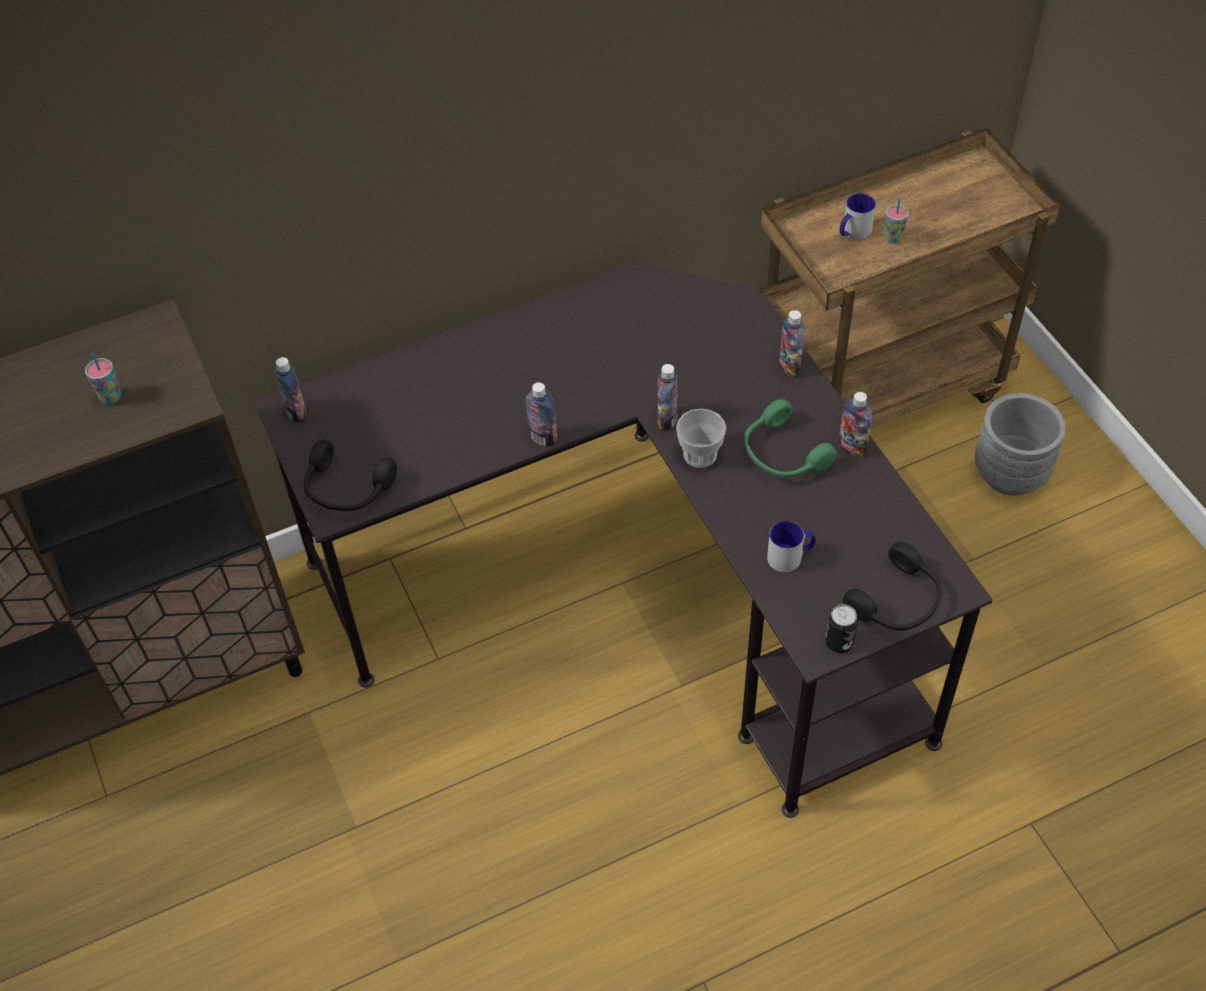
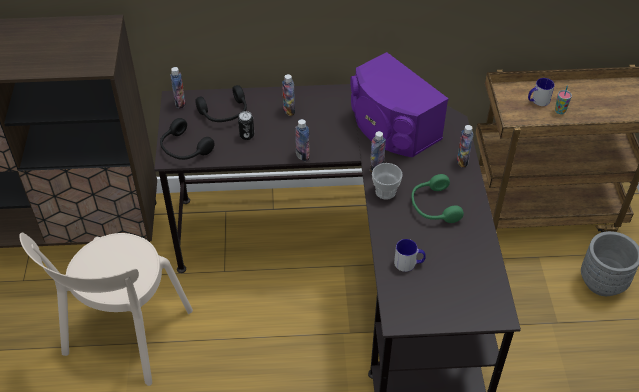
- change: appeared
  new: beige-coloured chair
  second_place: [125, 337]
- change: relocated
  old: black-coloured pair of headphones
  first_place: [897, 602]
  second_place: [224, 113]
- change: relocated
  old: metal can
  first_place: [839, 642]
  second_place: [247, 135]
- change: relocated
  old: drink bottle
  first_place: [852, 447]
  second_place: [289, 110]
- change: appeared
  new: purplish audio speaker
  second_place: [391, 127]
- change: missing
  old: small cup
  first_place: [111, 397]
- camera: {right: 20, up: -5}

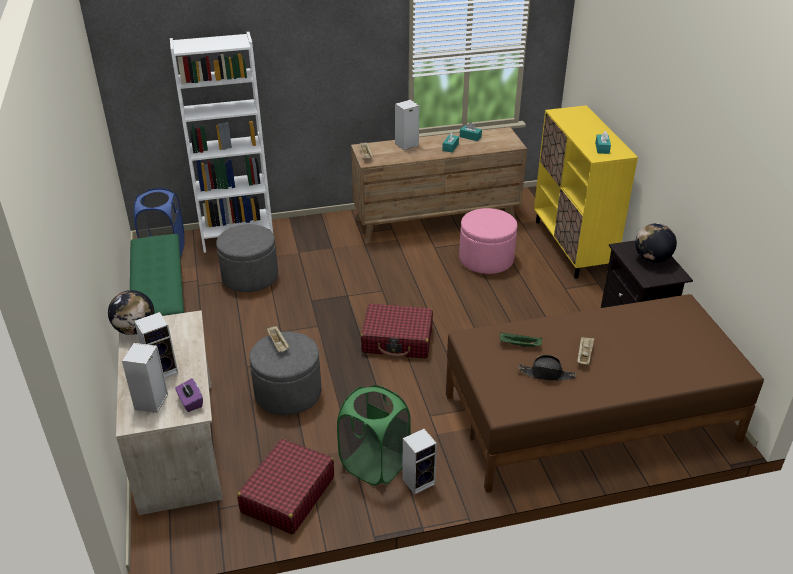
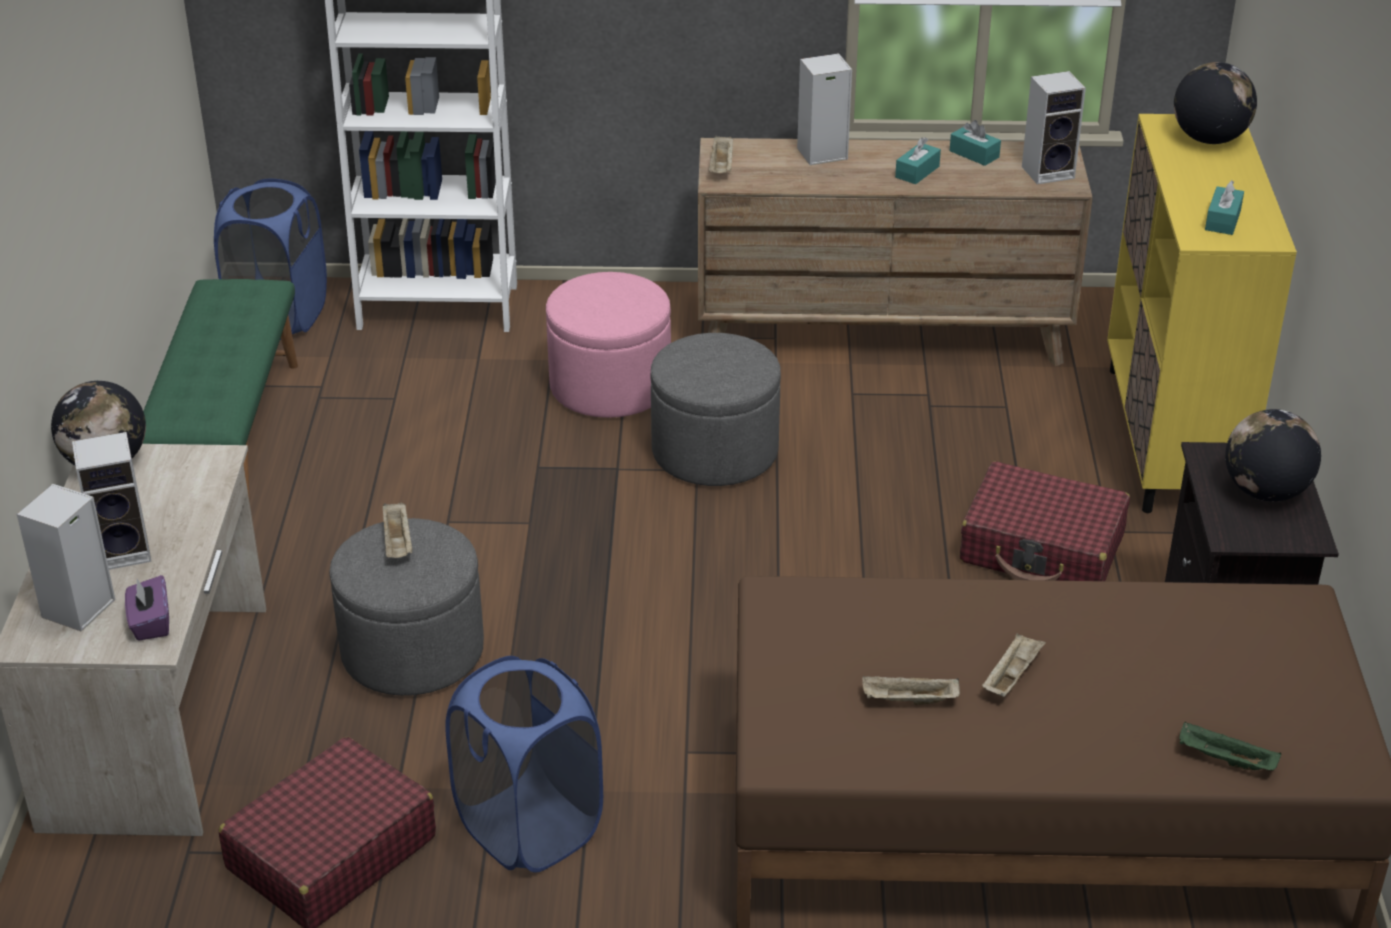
- change: colour
  old: green-coloured laundry basket
  new: blue laundry basket
  first_place: [374, 464]
  second_place: [528, 828]
- change: relocated
  old: pink-coloured footrest
  first_place: [486, 259]
  second_place: [610, 386]
- change: relocated
  old: grey footrest
  first_place: [250, 277]
  second_place: [715, 451]
- change: exchanged
  old: black-coloured clothing hat
  new: beige-coloured serving tray
  first_place: [546, 374]
  second_place: [908, 701]
- change: relocated
  old: red-coloured travel case
  first_place: [397, 340]
  second_place: [1042, 549]
- change: relocated
  old: audio speaker
  first_place: [419, 481]
  second_place: [1049, 171]
- change: appeared
  new: globe
  second_place: [1209, 139]
- change: relocated
  old: green-coloured serving tray
  first_place: [519, 345]
  second_place: [1224, 760]
- camera: {right: 15, up: 0}

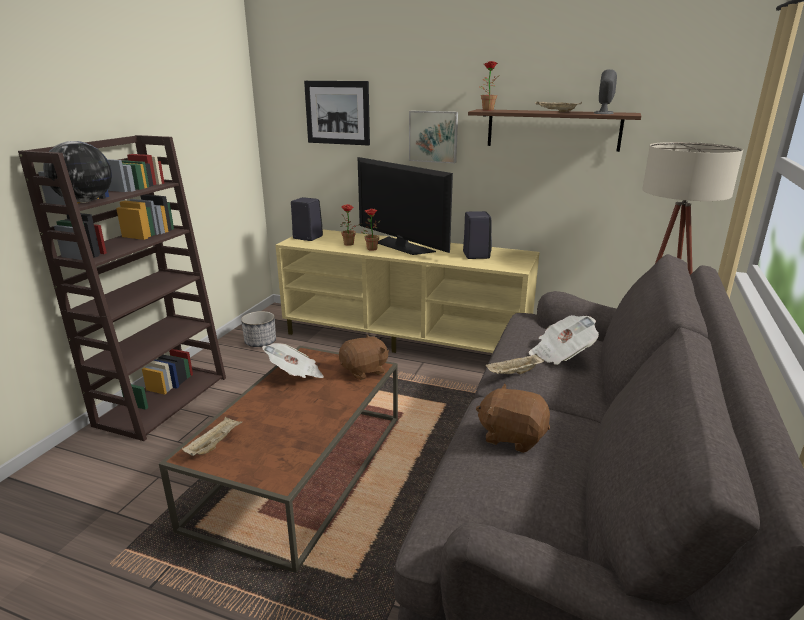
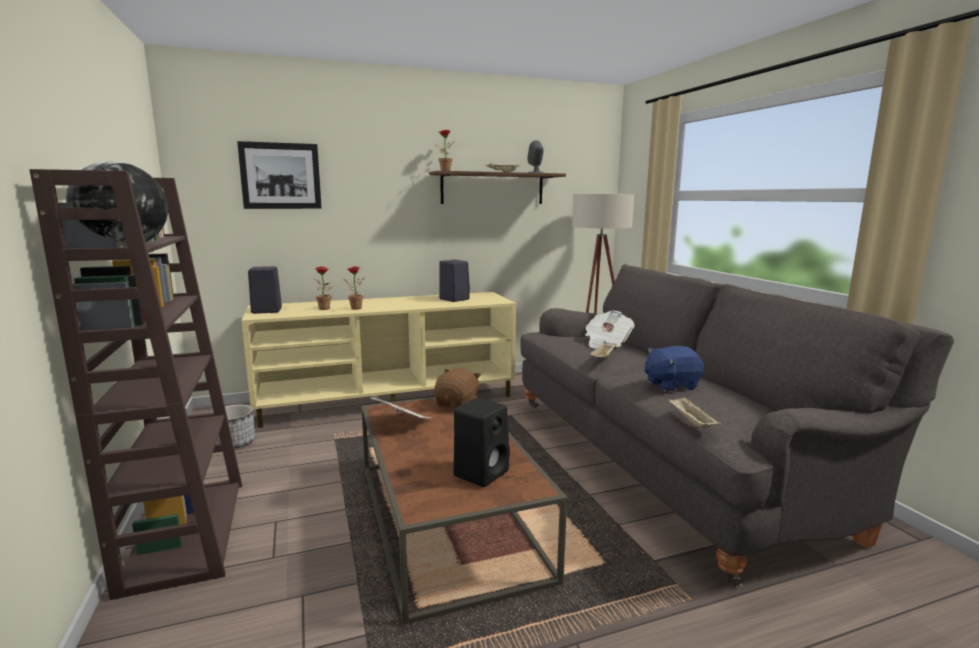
- change: appeared
  new: black-coloured audio speaker
  second_place: [482, 472]
- change: colour
  old: brown cuddly toy
  new: blue cuddly toy
  first_place: [512, 436]
  second_place: [670, 385]
- change: relocated
  old: beige-coloured serving tray
  first_place: [214, 444]
  second_place: [690, 422]
- change: missing
  old: television
  first_place: [402, 246]
- change: missing
  old: picture
  first_place: [433, 136]
- camera: {right: -40, up: -10}

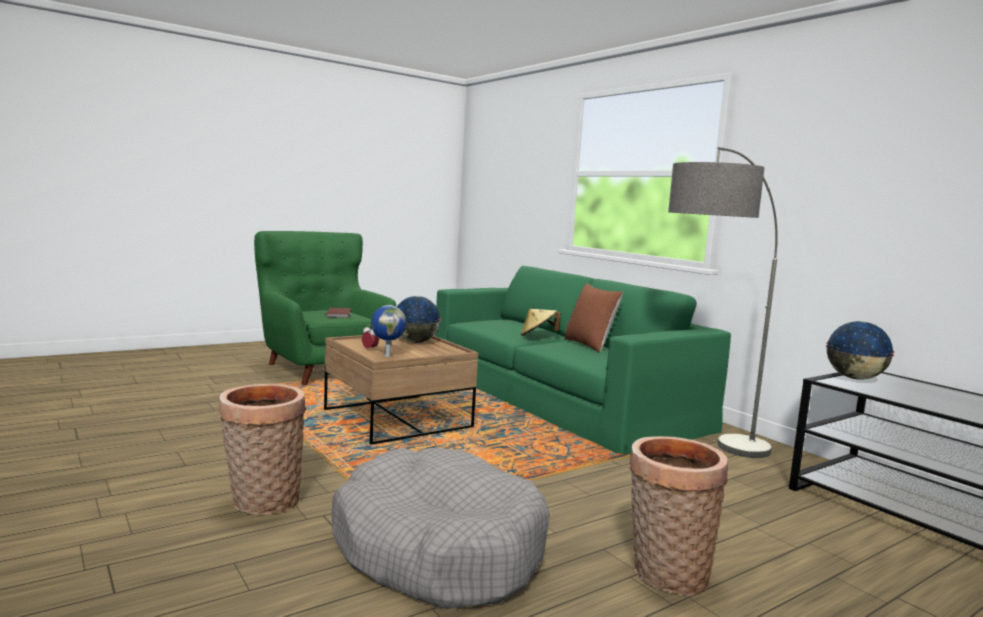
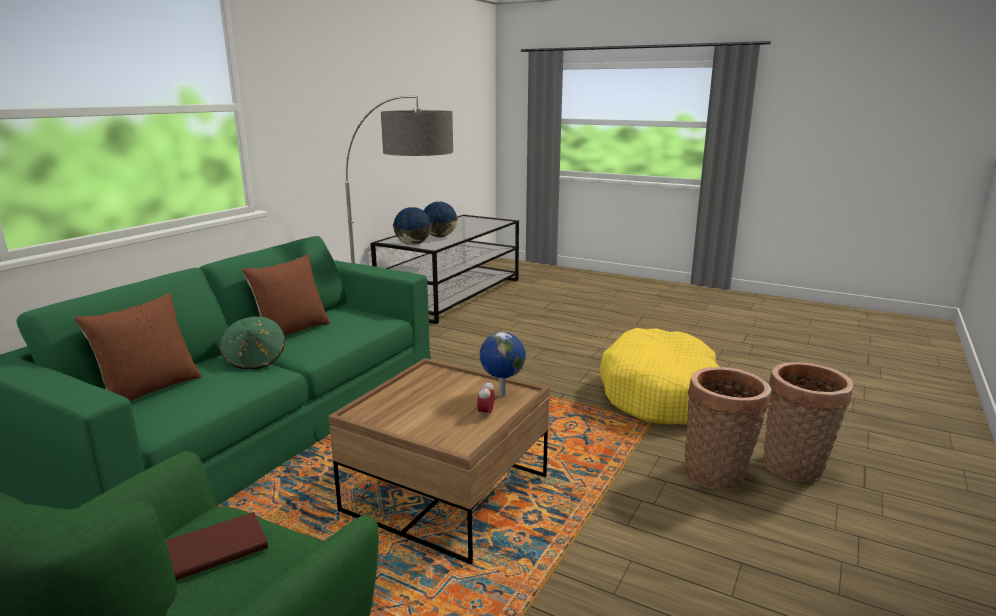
- change: appeared
  new: brown throw pillow
  second_place: [149, 390]
- change: colour
  old: beige-coloured clothing hat
  new: green-coloured clothing hat
  first_place: [538, 336]
  second_place: [255, 360]
- change: relocated
  old: globe
  first_place: [415, 342]
  second_place: [439, 237]
- change: colour
  old: grey dog cushion
  new: yellow-coloured dog cushion
  first_place: [437, 549]
  second_place: [661, 394]
- change: relocated
  old: storage basket
  first_place: [665, 575]
  second_place: [796, 468]
- camera: {right: -115, up: 10}

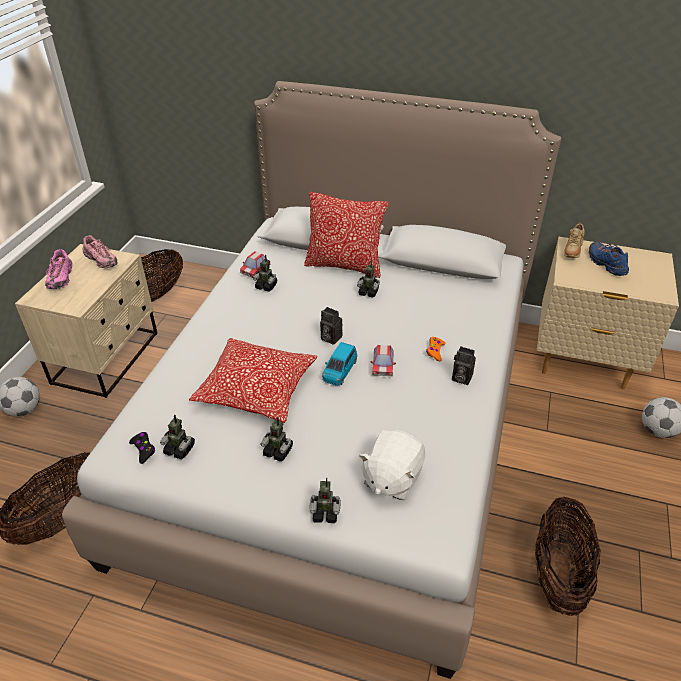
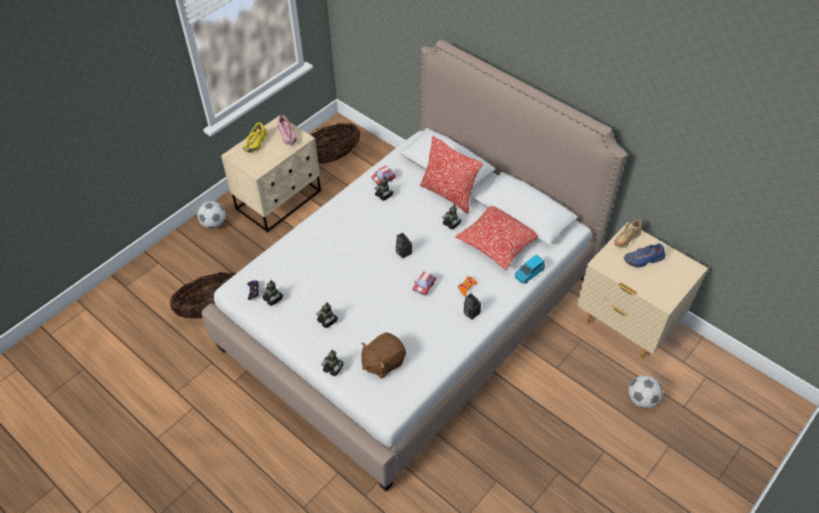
- change: colour
  old: pink-coloured shoe
  new: yellow-coloured shoe
  first_place: [61, 278]
  second_place: [256, 143]
- change: colour
  old: white cuddly toy
  new: brown cuddly toy
  first_place: [391, 478]
  second_place: [383, 362]
- change: relocated
  old: throw pillow
  first_place: [256, 390]
  second_place: [498, 242]
- change: relocated
  old: blue model car
  first_place: [339, 371]
  second_place: [529, 273]
- change: spun
  old: blue shoe
  first_place: [606, 264]
  second_place: [643, 260]
  degrees: -105
- change: missing
  old: storage basket
  first_place: [558, 574]
- camera: {right: 25, up: 10}

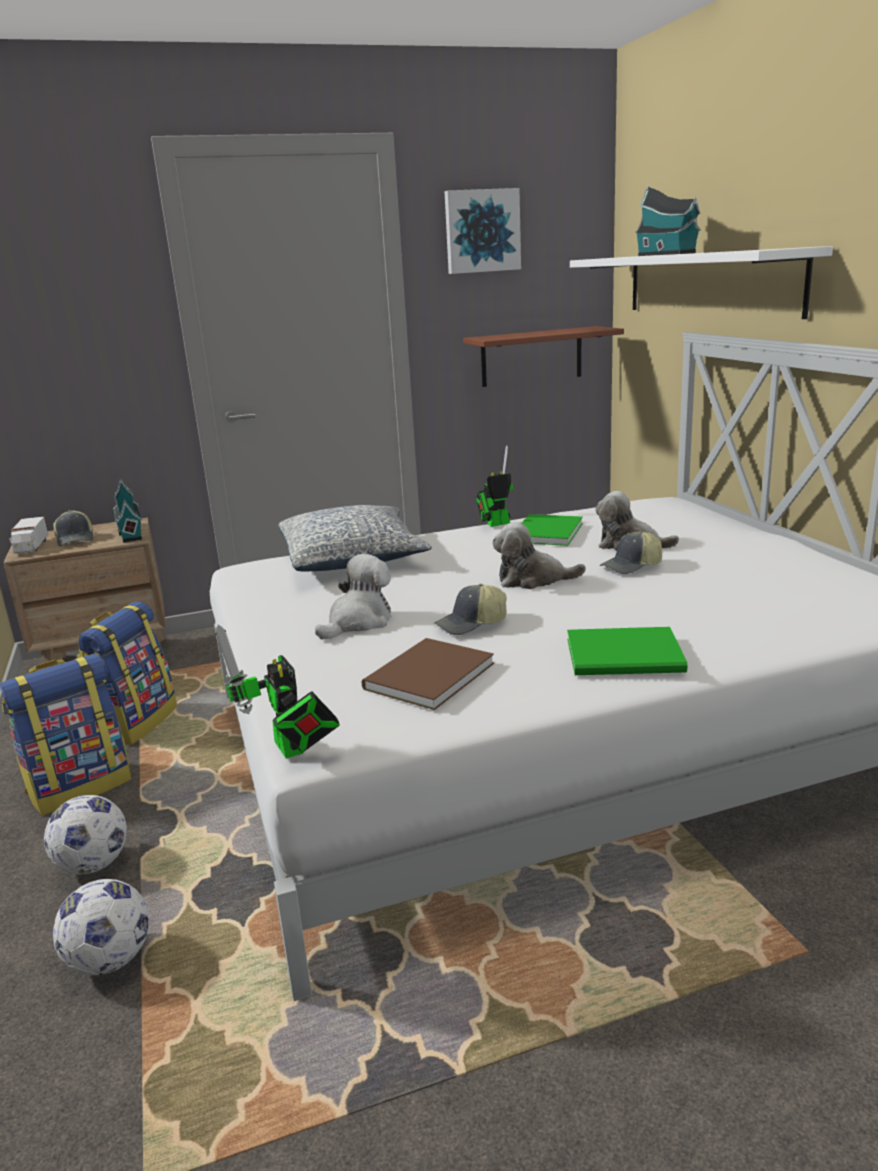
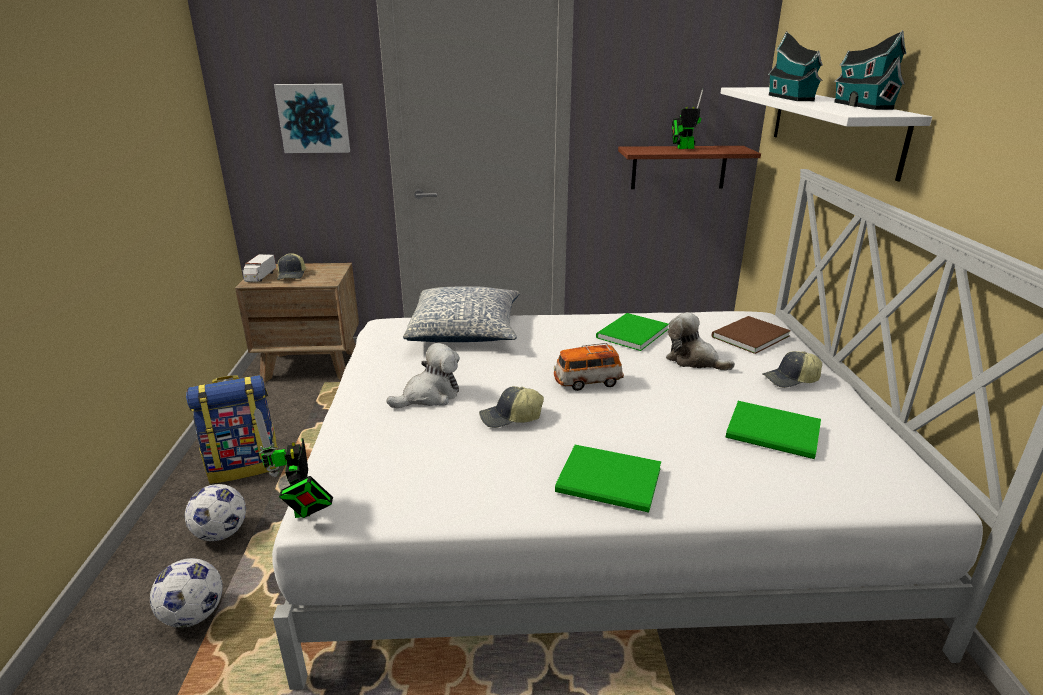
- change: relocated
  old: picture
  first_place: [482, 231]
  second_place: [314, 118]
- change: exchanged
  old: cuddly toy
  new: model car
  first_place: [533, 580]
  second_place: [587, 382]
- change: relocated
  old: toy robot
  first_place: [495, 524]
  second_place: [683, 148]
- change: relocated
  old: brown book
  first_place: [425, 677]
  second_place: [747, 336]
- change: appeared
  new: green-coloured book
  second_place: [775, 434]
- change: relocated
  old: cap
  first_place: [632, 567]
  second_place: [791, 380]
- change: relocated
  old: miniature house
  first_place: [130, 531]
  second_place: [860, 105]
- change: missing
  old: rucksack
  first_place: [136, 723]
- camera: {right: 15, up: 5}

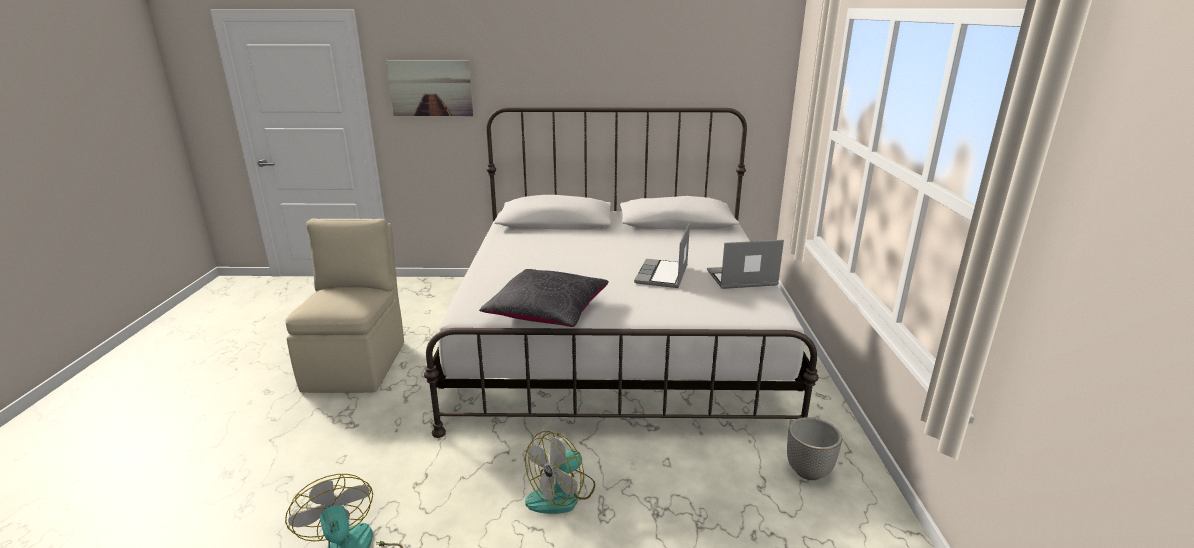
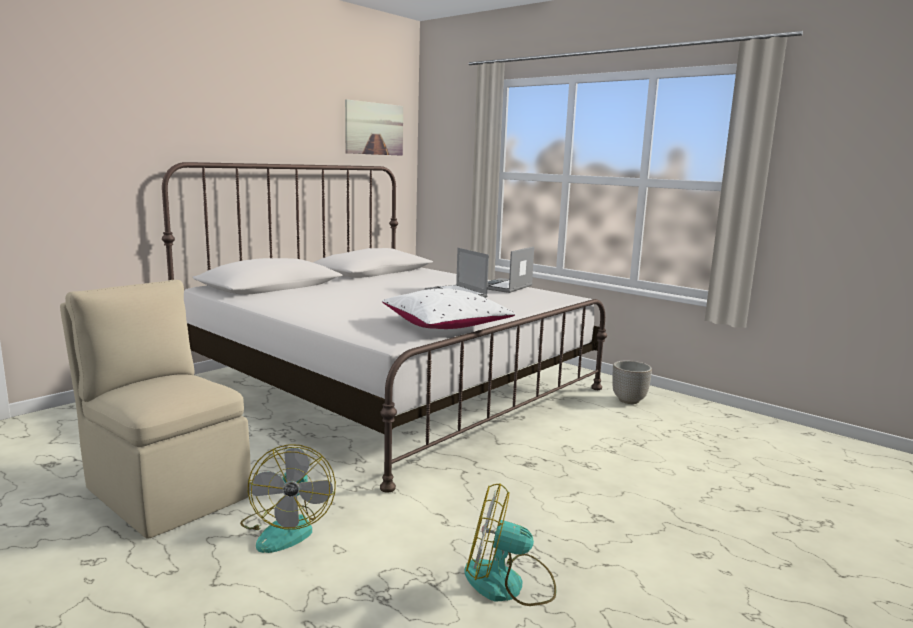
- change: relocated
  old: fan
  first_place: [562, 494]
  second_place: [286, 528]
- change: relocated
  old: picture
  first_place: [431, 88]
  second_place: [374, 128]
- change: colour
  old: black-coloured throw pillow
  new: white throw pillow
  first_place: [547, 311]
  second_place: [445, 325]
- camera: {right: -50, up: -10}

